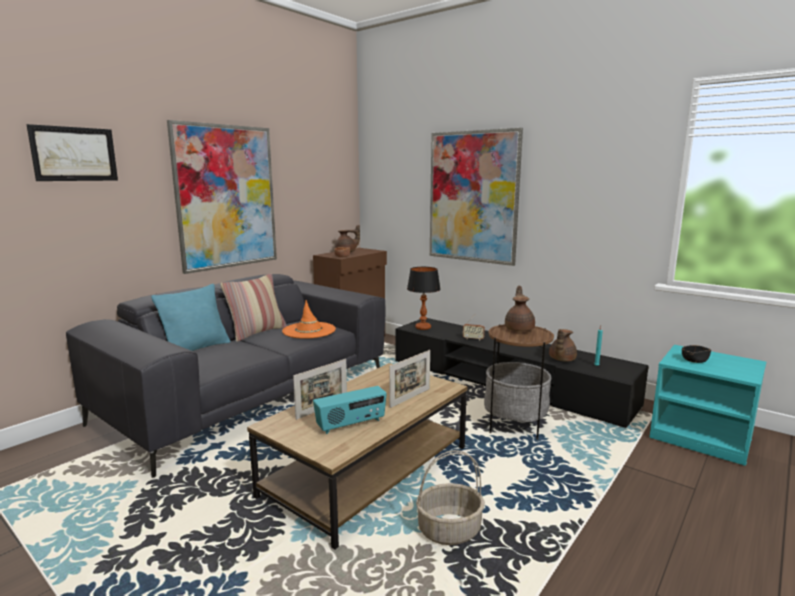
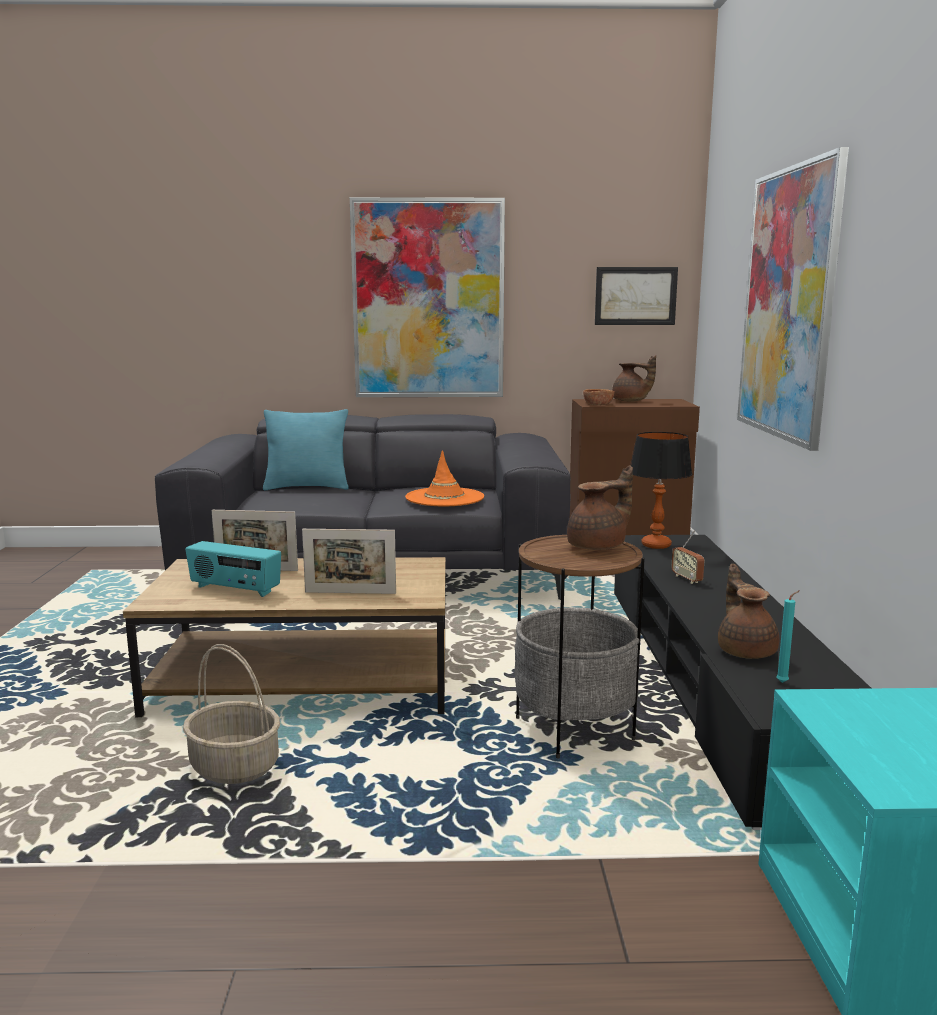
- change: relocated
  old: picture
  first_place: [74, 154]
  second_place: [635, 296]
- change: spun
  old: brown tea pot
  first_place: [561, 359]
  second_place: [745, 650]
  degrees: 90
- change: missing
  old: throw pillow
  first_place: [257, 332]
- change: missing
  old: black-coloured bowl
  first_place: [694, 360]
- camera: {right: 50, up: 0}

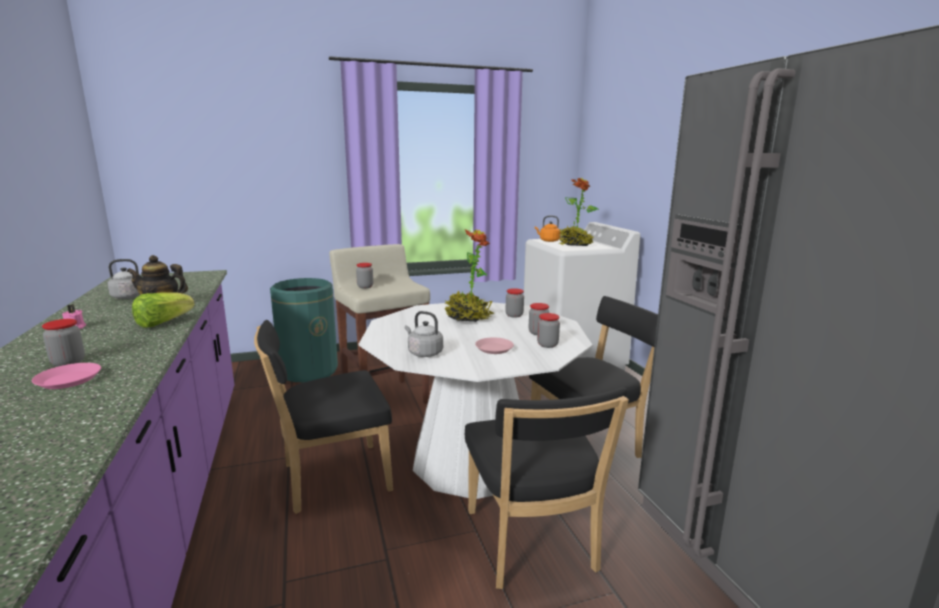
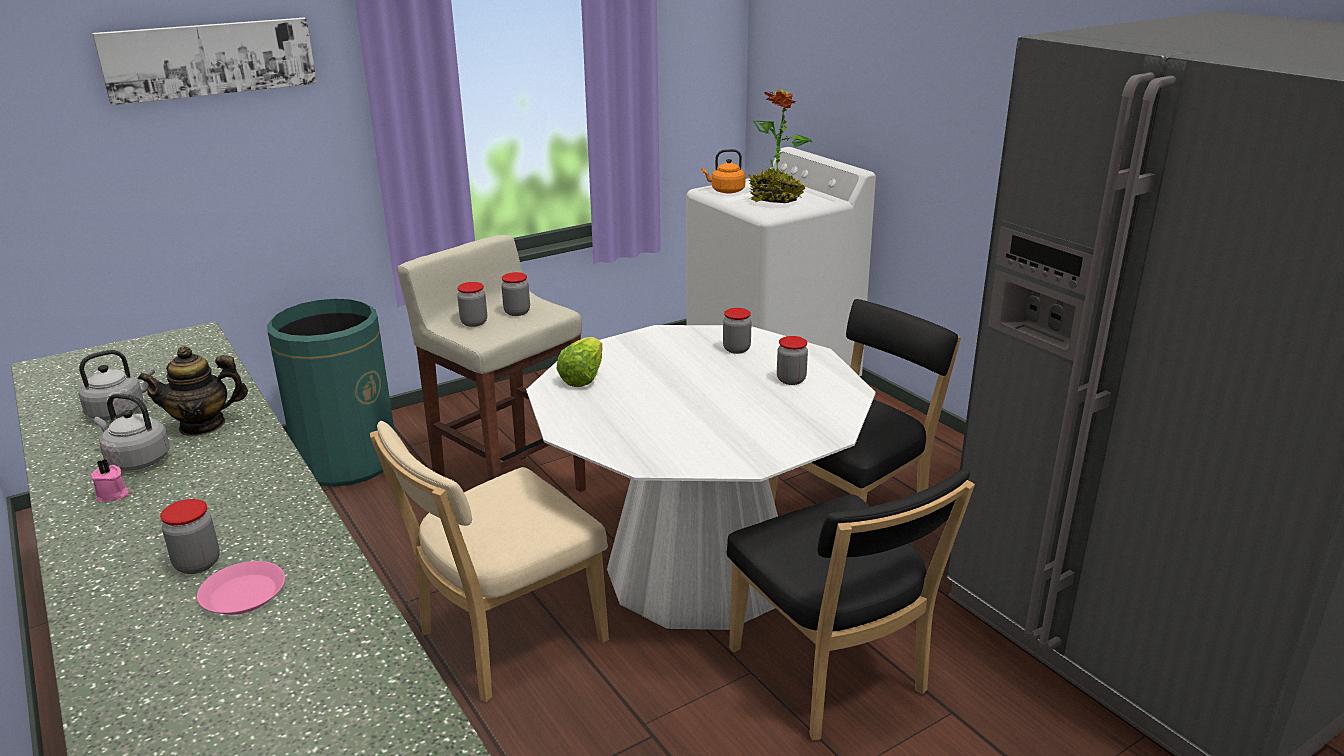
- change: appeared
  new: picture
  second_place: [210, 59]
- change: relocated
  old: grey water kettle
  first_place: [424, 353]
  second_place: [136, 460]
- change: colour
  old: black-coloured chair
  new: beige-coloured chair
  first_place: [331, 478]
  second_place: [504, 640]
- change: relocated
  old: storage jar
  first_place: [547, 345]
  second_place: [517, 312]
- change: relocated
  old: lettuce head
  first_place: [163, 323]
  second_place: [583, 377]
- change: missing
  old: plant in a pot
  first_place: [468, 318]
- change: missing
  old: pink-coloured dinner plate
  first_place: [494, 349]
- camera: {right: -15, up: 10}

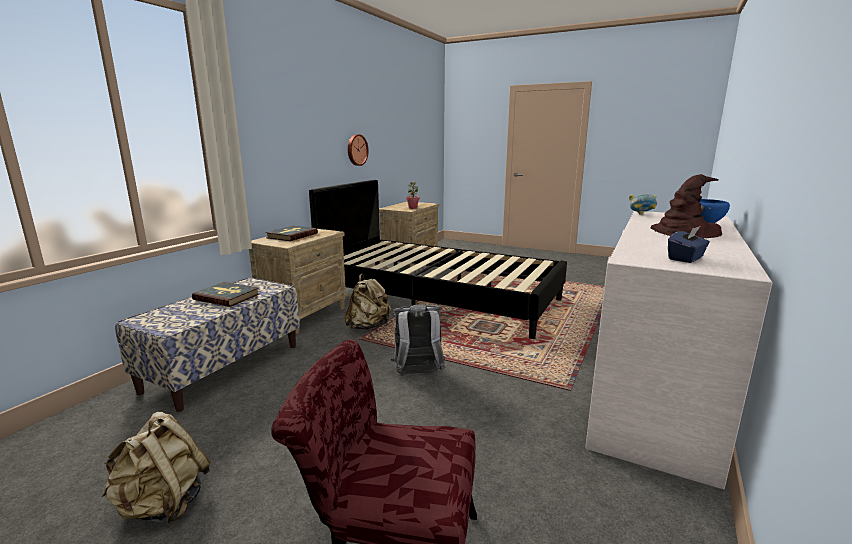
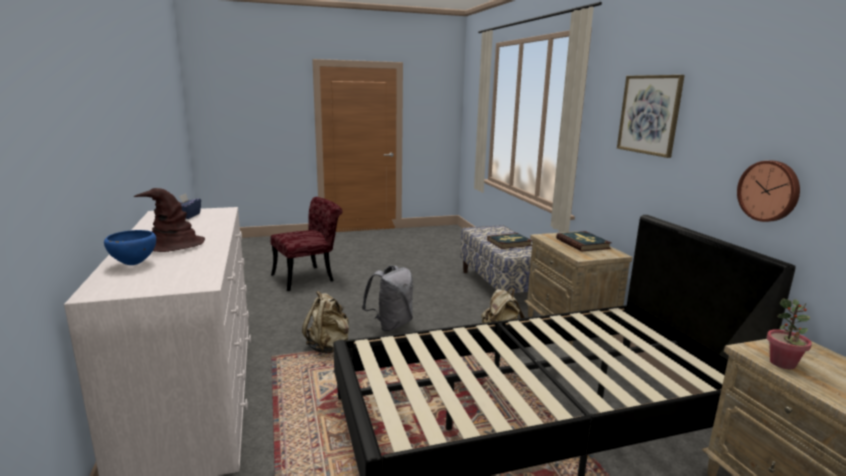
- change: relocated
  old: beige-coloured rucksack
  first_place: [163, 505]
  second_place: [329, 346]
- change: appeared
  new: picture
  second_place: [649, 114]
- change: missing
  old: bowl
  first_place: [641, 215]
- camera: {right: 135, up: 0}

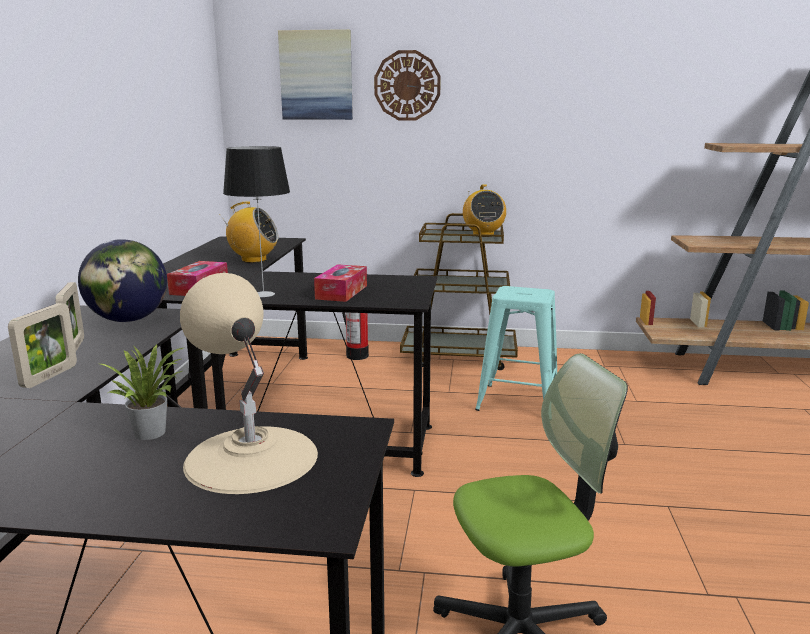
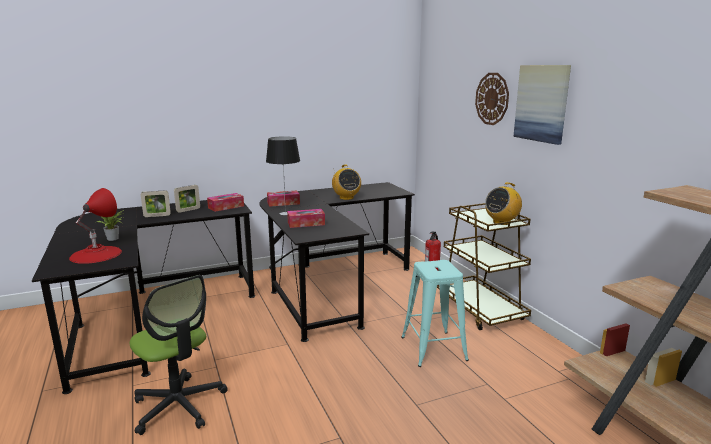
- change: colour
  old: beige-coloured lamp for a table
  new: red-coloured lamp for a table
  first_place: [251, 457]
  second_place: [96, 254]
- change: exchanged
  old: globe
  new: tissue box
  first_place: [128, 320]
  second_place: [226, 207]
- change: relocated
  old: picture
  first_place: [316, 75]
  second_place: [542, 103]
- camera: {right: 60, up: 0}

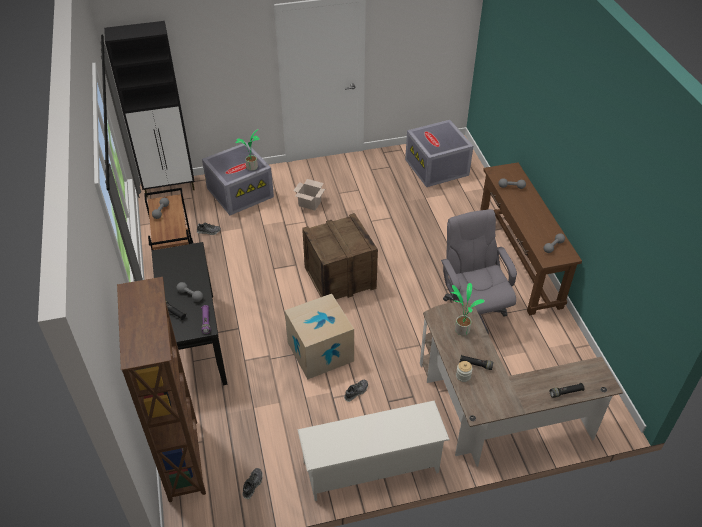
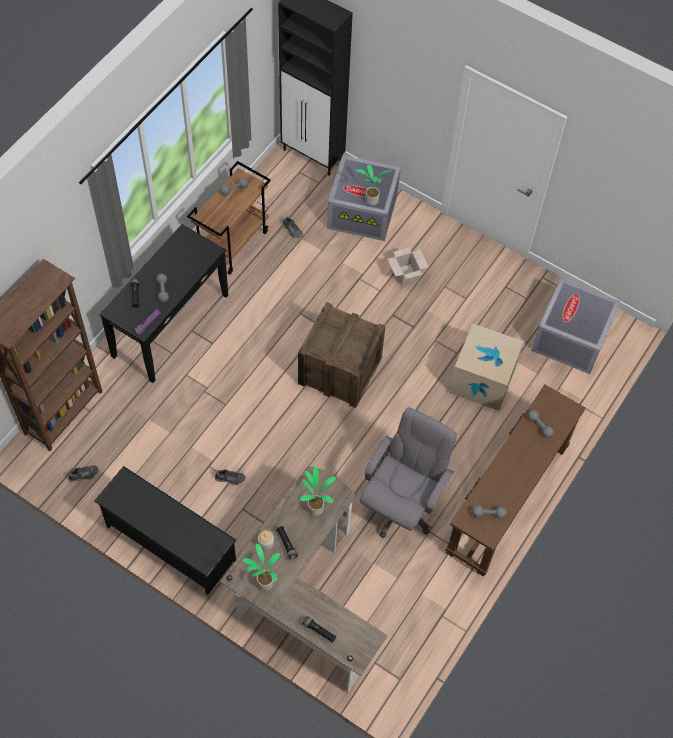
- change: colour
  old: white shoe shelf
  new: black-coloured shoe shelf
  first_place: [371, 467]
  second_place: [170, 543]
- change: appeared
  new: plant in a pot
  second_place: [264, 582]
- change: relocated
  old: packing box
  first_place: [320, 352]
  second_place: [482, 380]
- camera: {right: 45, up: 15}

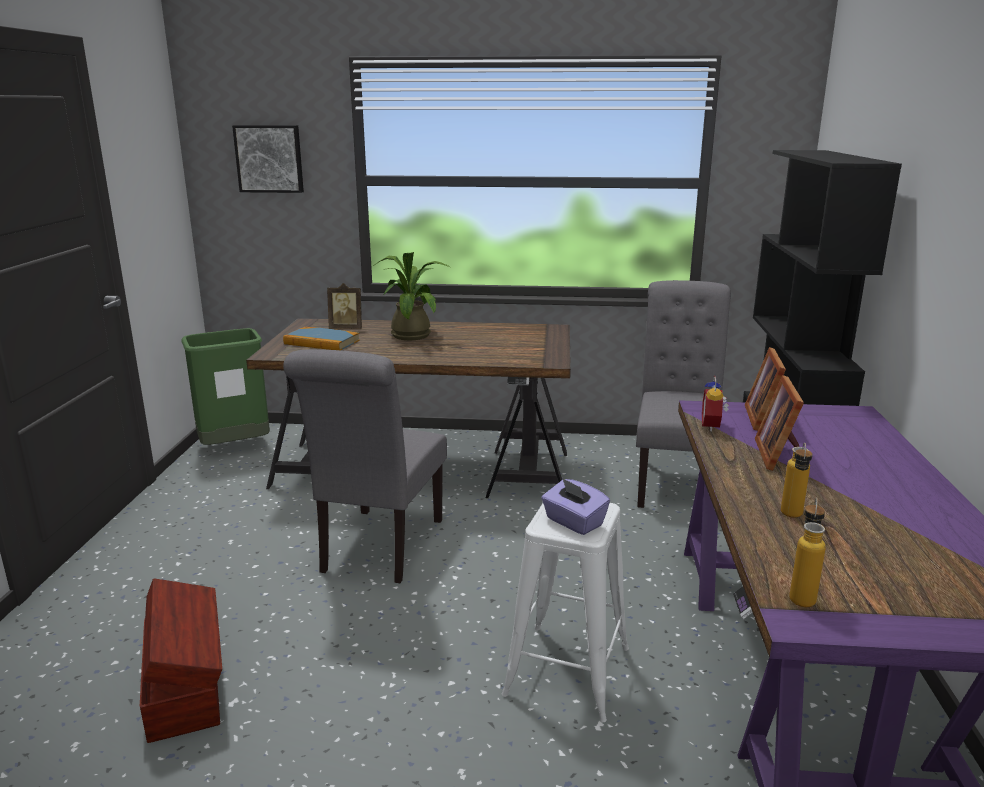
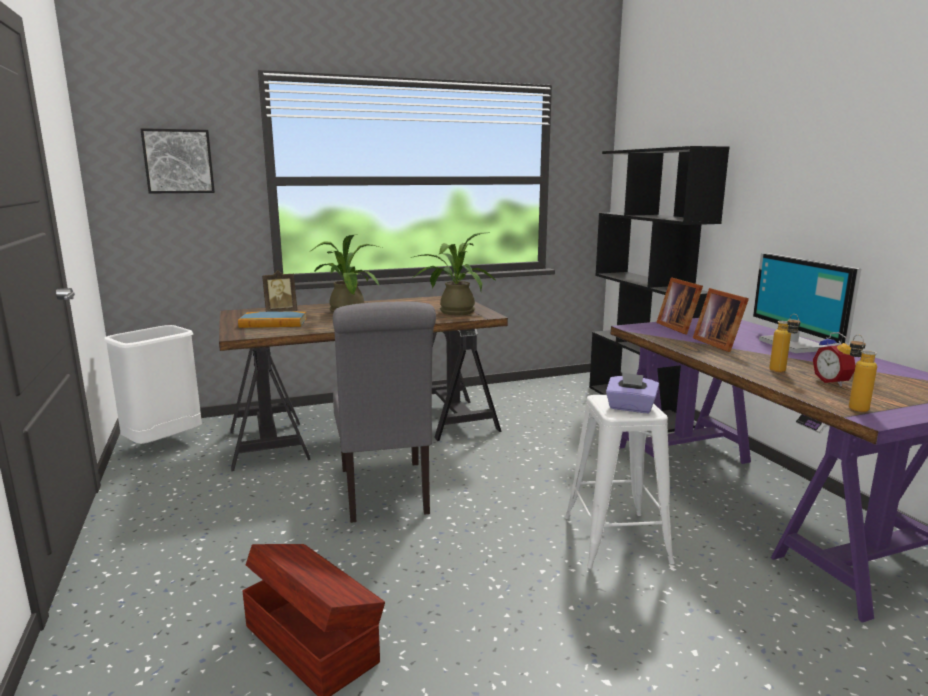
- change: colour
  old: green-coloured waste bin
  new: white waste bin
  first_place: [235, 447]
  second_place: [164, 445]
- change: appeared
  new: plant in a pot
  second_place: [453, 311]
- change: appeared
  new: computer screen
  second_place: [794, 345]
- change: relocated
  old: alarm clock
  first_place: [713, 427]
  second_place: [833, 382]
- change: missing
  old: grey chair
  first_place: [676, 481]
- camera: {right: -25, up: -5}

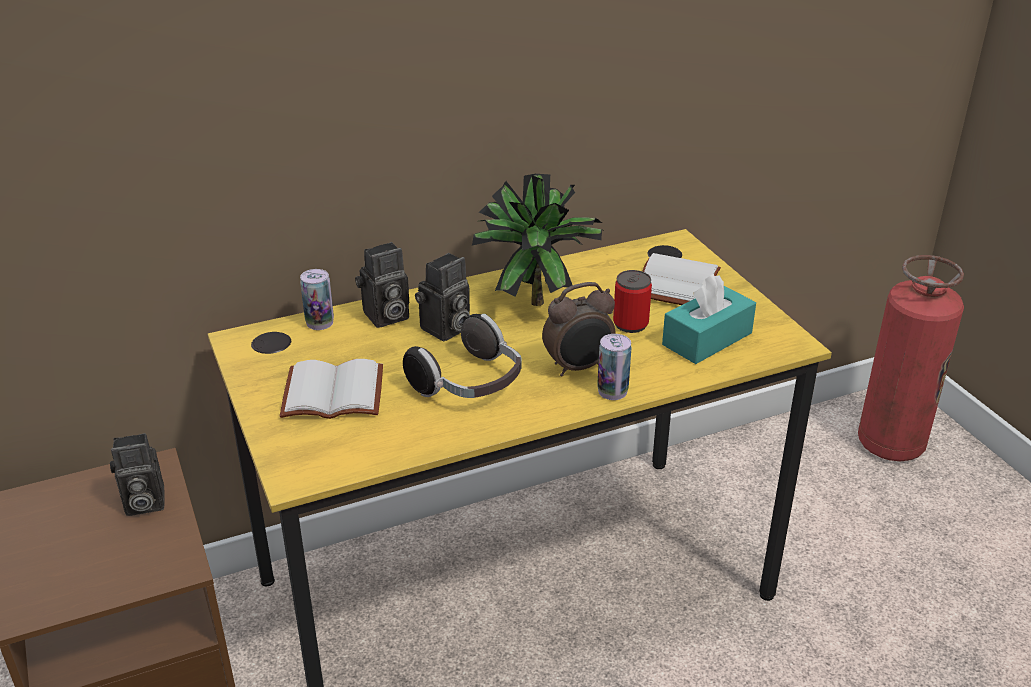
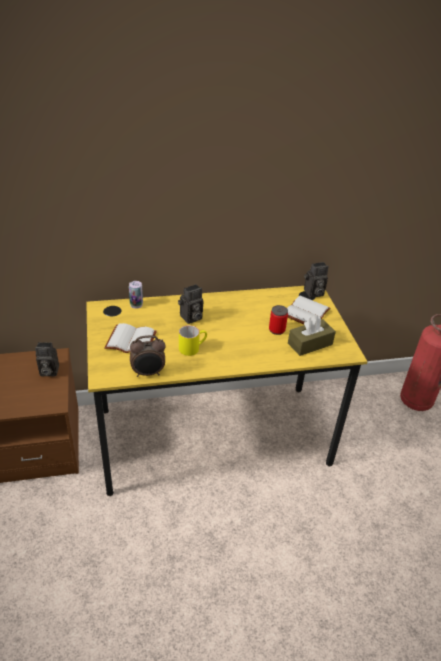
- change: relocated
  old: alarm clock
  first_place: [578, 367]
  second_place: [148, 373]
- change: exchanged
  old: pair of headphones
  new: yellow-coloured mug
  first_place: [470, 385]
  second_place: [192, 347]
- change: colour
  old: turquoise tissue box
  new: brown tissue box
  first_place: [707, 339]
  second_place: [310, 344]
- change: relocated
  old: photo camera
  first_place: [385, 317]
  second_place: [313, 293]
- change: missing
  old: plant in a pot
  first_place: [533, 299]
- change: missing
  old: metal can
  first_place: [612, 391]
- camera: {right: 10, up: 5}

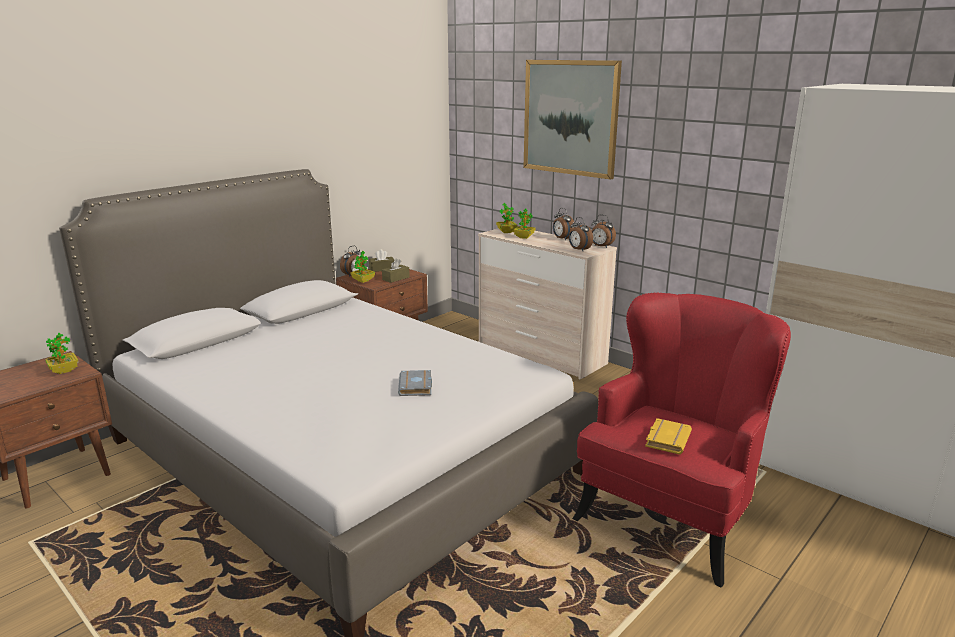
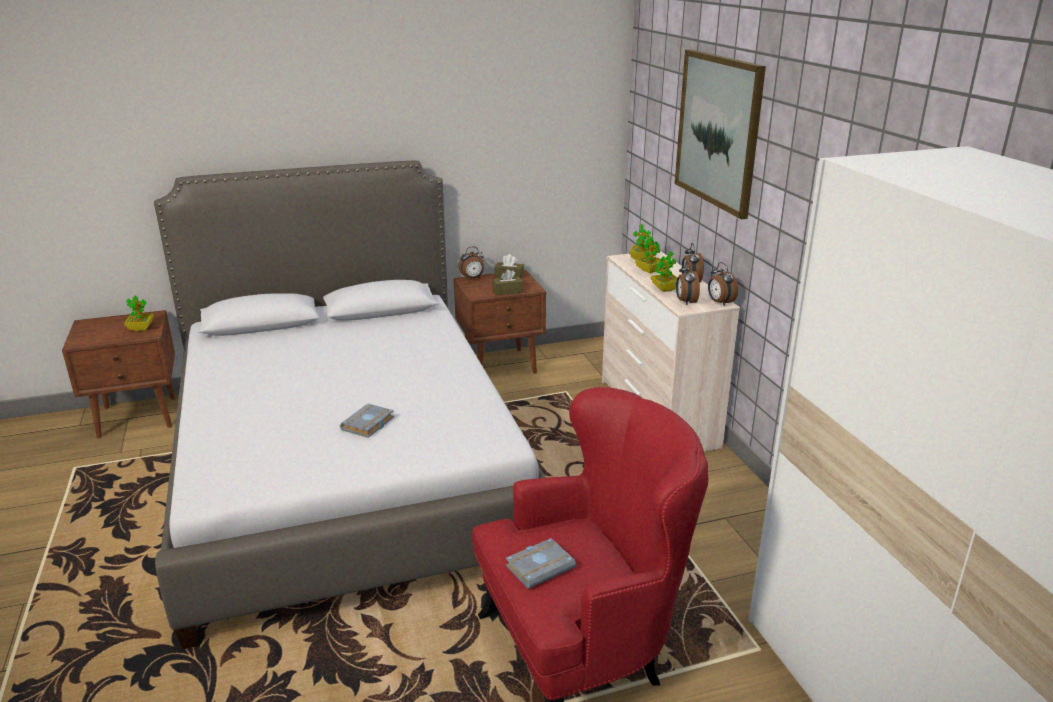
- change: colour
  old: yellow-coloured book
  new: grey book
  first_place: [666, 439]
  second_place: [540, 566]
- change: relocated
  old: plant in a pot
  first_place: [363, 281]
  second_place: [665, 289]
- camera: {right: 30, up: 5}

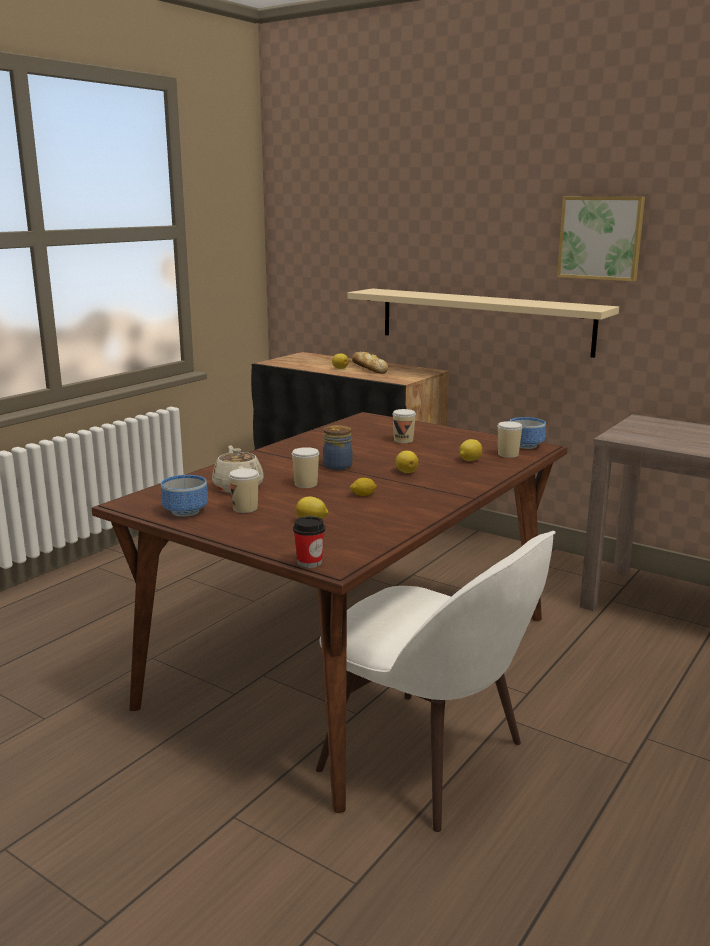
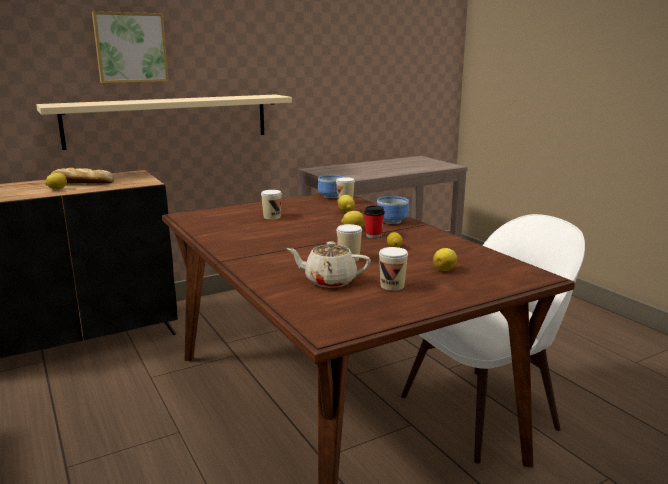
- change: relocated
  old: picture
  first_place: [601, 238]
  second_place: [130, 47]
- change: relocated
  old: small cup
  first_place: [309, 562]
  second_place: [373, 235]
- change: relocated
  old: bowl
  first_place: [187, 511]
  second_place: [392, 221]
- change: missing
  old: storage jar
  first_place: [337, 466]
- camera: {right: -65, up: 0}

